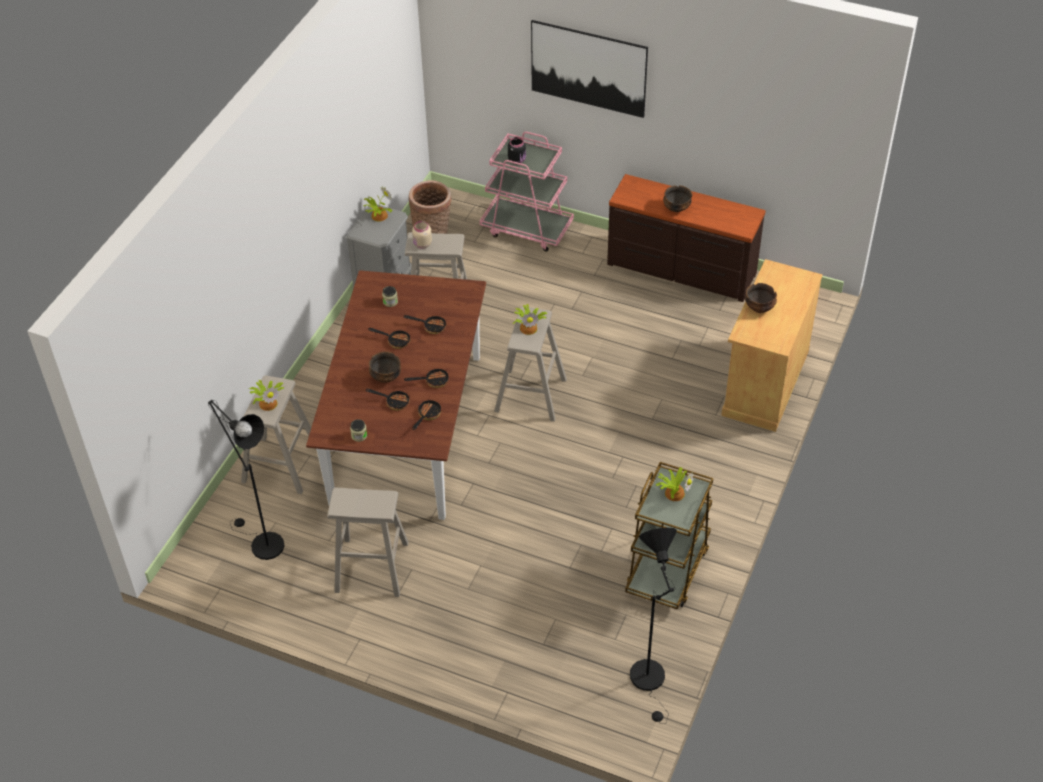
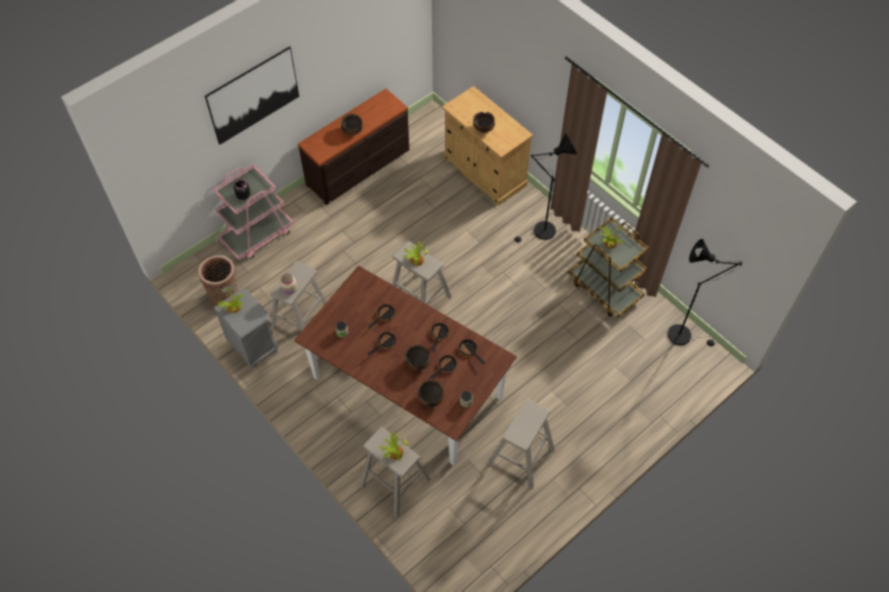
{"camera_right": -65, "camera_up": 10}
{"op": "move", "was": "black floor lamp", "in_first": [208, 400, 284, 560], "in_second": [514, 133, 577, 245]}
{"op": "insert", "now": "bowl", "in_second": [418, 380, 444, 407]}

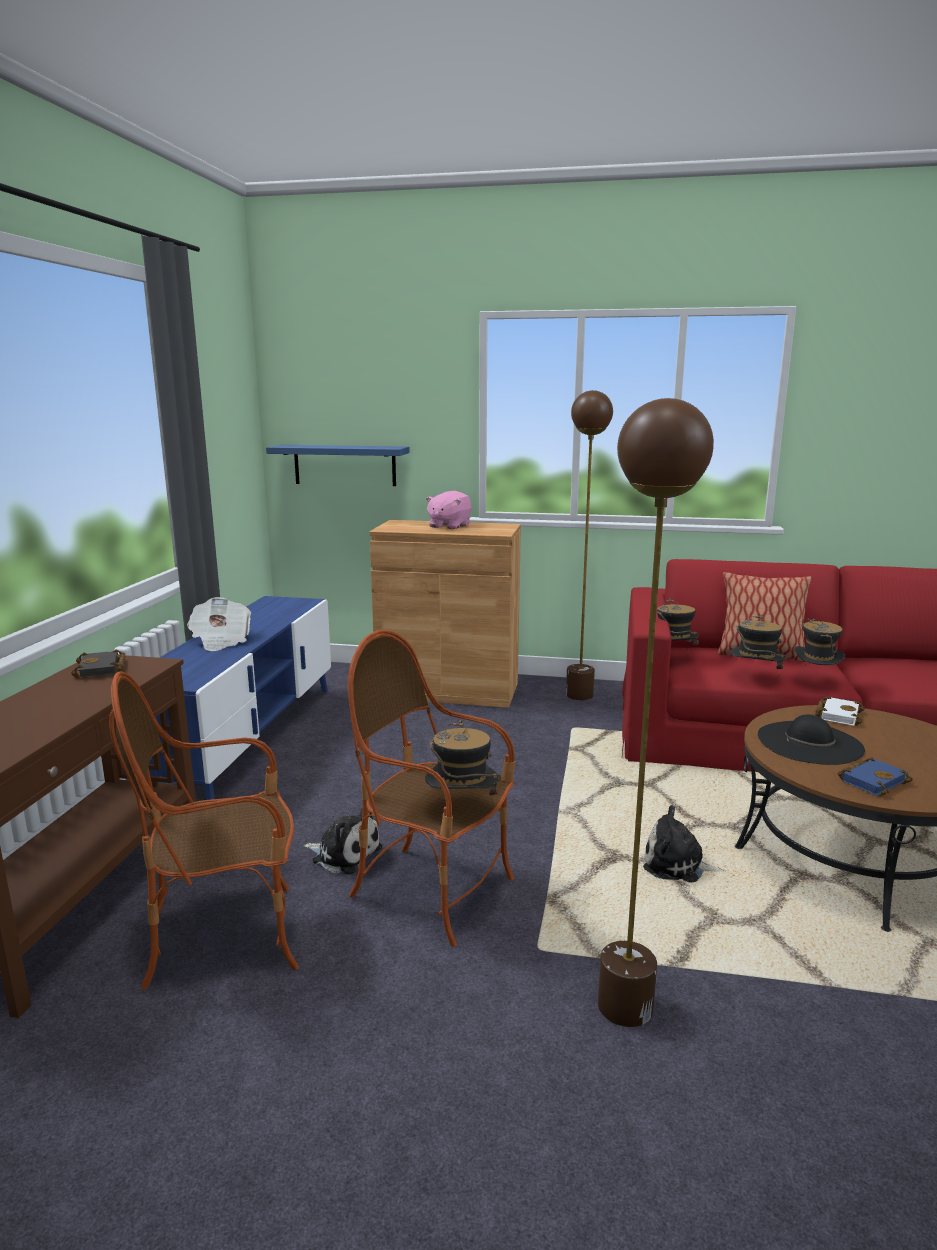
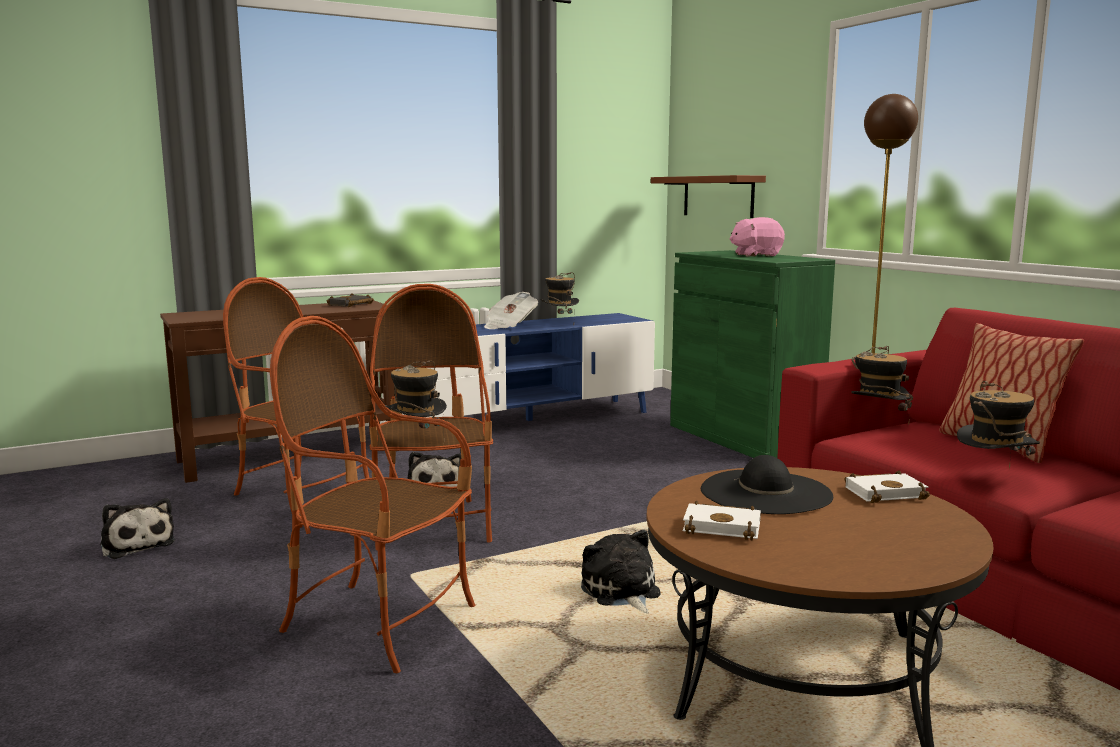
{"camera_right": 50, "camera_up": -5}
{"op": "recolor", "was": "blue shelf", "now": "brown shelf", "in_first": [266, 445, 410, 486], "in_second": [651, 175, 766, 218]}
{"op": "recolor", "was": "brown cabinet", "now": "green cabinet", "in_first": [369, 520, 521, 708], "in_second": [670, 250, 835, 458]}
{"op": "replace", "was": "brown floor lamp", "now": "armchair", "in_first": [598, 398, 714, 1027], "in_second": [270, 316, 476, 673]}
{"op": "move", "was": "hat", "in_first": [730, 615, 787, 679], "in_second": [541, 272, 579, 314]}
{"op": "recolor", "was": "blue book", "now": "white book", "in_first": [838, 757, 913, 796], "in_second": [683, 500, 761, 540]}
{"op": "insert", "now": "plush toy", "in_second": [100, 498, 175, 559]}

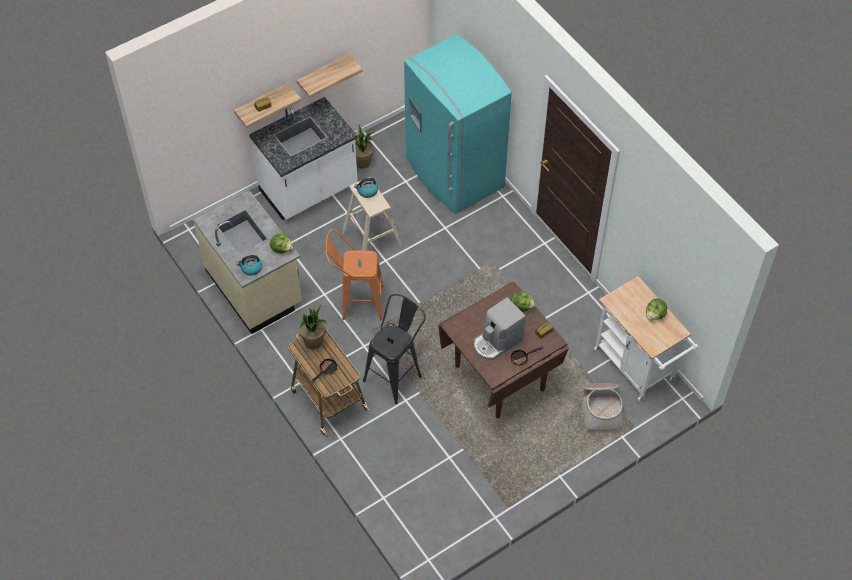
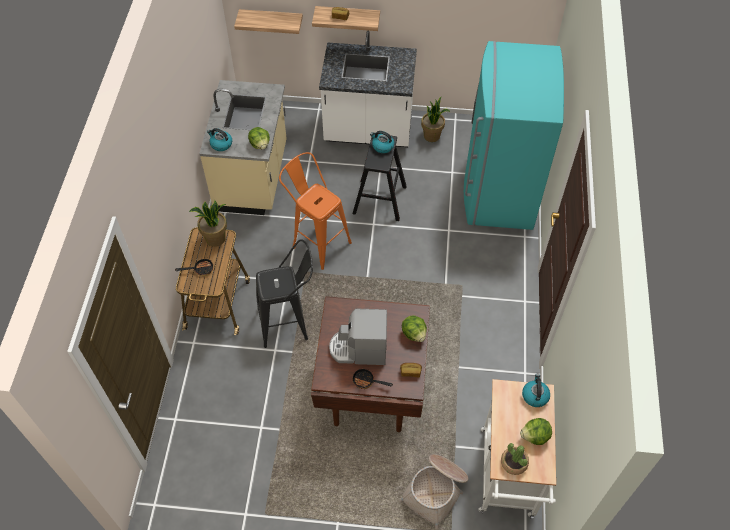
{"camera_right": 40, "camera_up": 0}
{"op": "move", "was": "shelf", "in_first": [297, 54, 363, 98], "in_second": [234, 9, 303, 34]}
{"op": "recolor", "was": "beige stool", "now": "black stool", "in_first": [342, 177, 403, 263], "in_second": [352, 134, 407, 221]}
{"op": "insert", "now": "potted plant", "in_second": [501, 443, 529, 475]}
{"op": "insert", "now": "kettle", "in_second": [522, 374, 550, 407]}

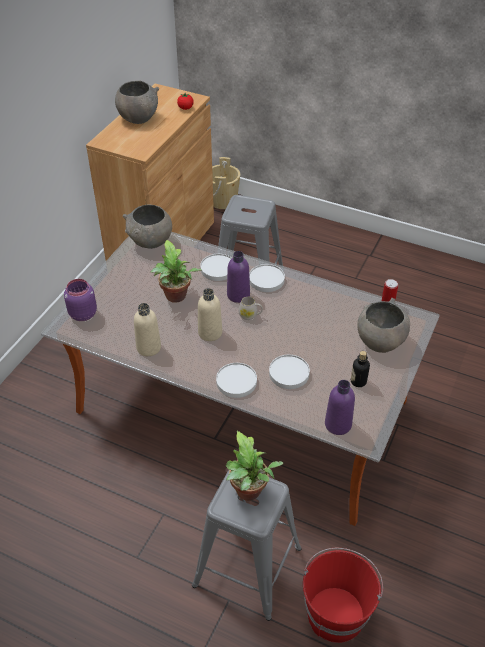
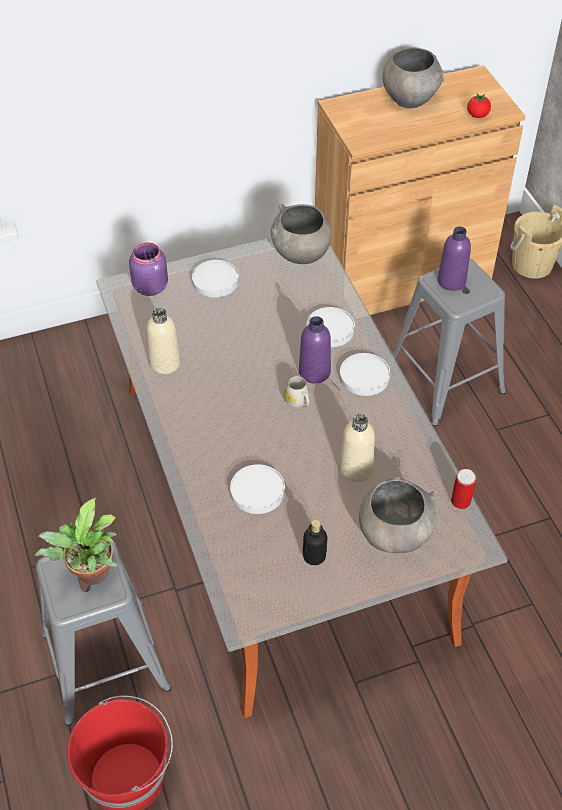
{"camera_right": 45, "camera_up": 5}
{"op": "delete", "was": "potted plant", "in_first": [151, 240, 202, 303]}
{"op": "move", "was": "beige bottle", "in_first": [198, 288, 222, 341], "in_second": [339, 414, 375, 482]}
{"op": "move", "was": "white plate", "in_first": [216, 363, 257, 398], "in_second": [192, 260, 239, 298]}
{"op": "move", "was": "purple bottle", "in_first": [325, 380, 355, 435], "in_second": [437, 226, 471, 291]}

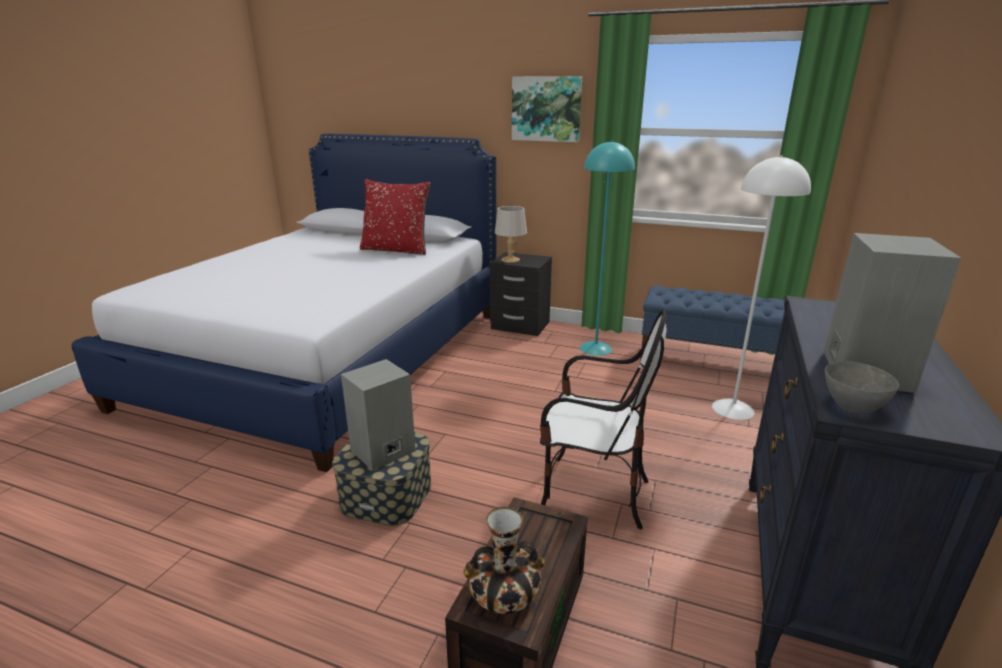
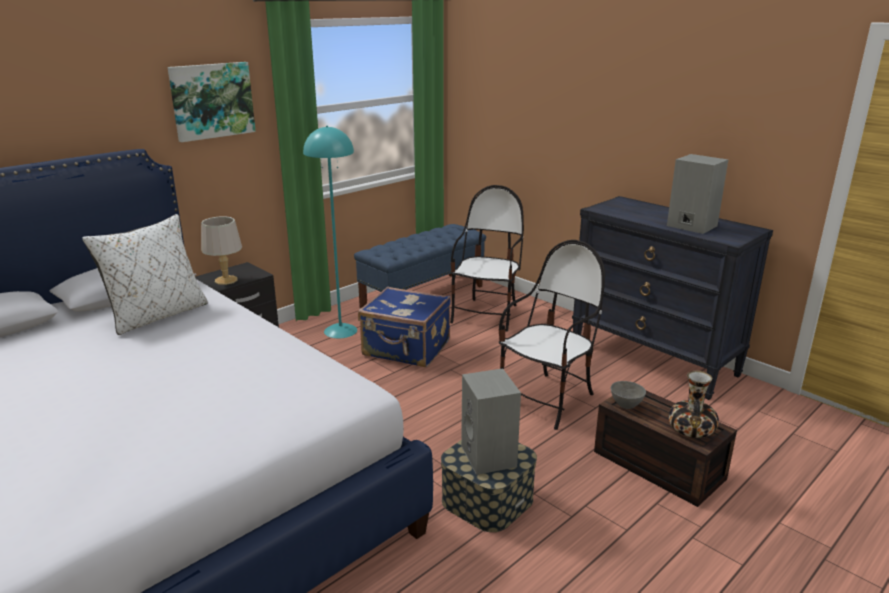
{"camera_right": -65, "camera_up": 0}
{"op": "recolor", "was": "red pillow", "now": "white pillow", "in_first": [360, 179, 431, 255], "in_second": [82, 214, 208, 335]}
{"op": "replace", "was": "white floor lamp", "now": "chair", "in_first": [712, 155, 811, 420], "in_second": [450, 185, 524, 332]}
{"op": "move", "was": "grey bowl", "in_first": [825, 361, 900, 414], "in_second": [611, 381, 646, 409]}
{"op": "insert", "now": "blue suitcase", "in_second": [358, 287, 451, 367]}

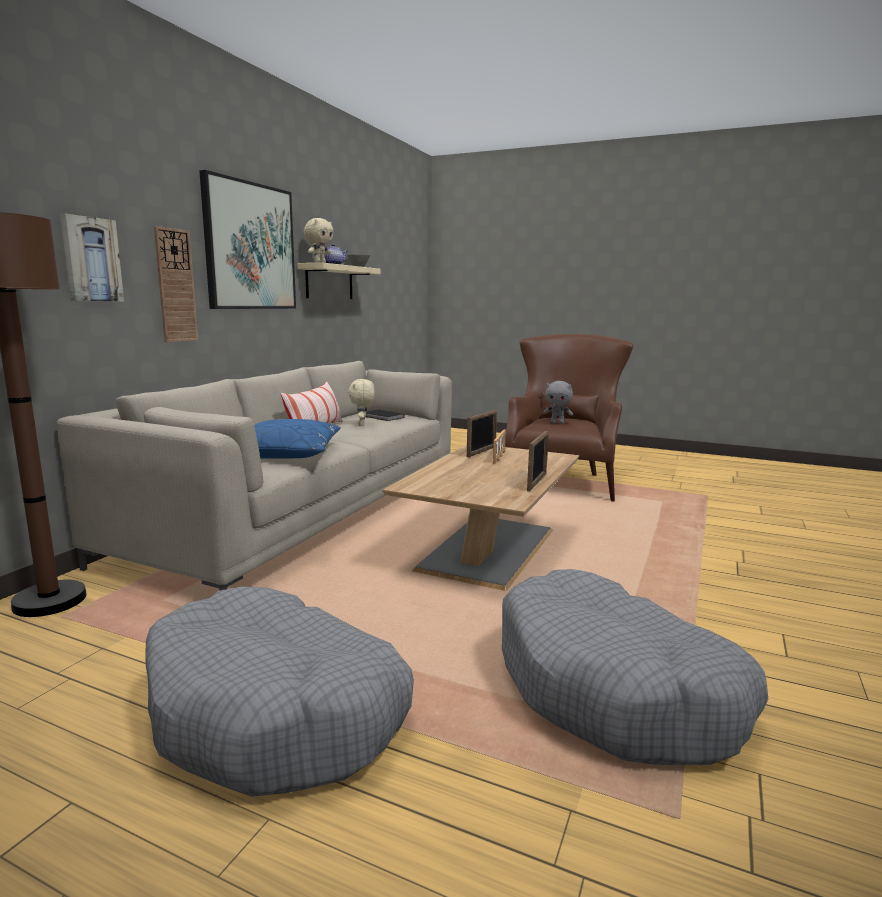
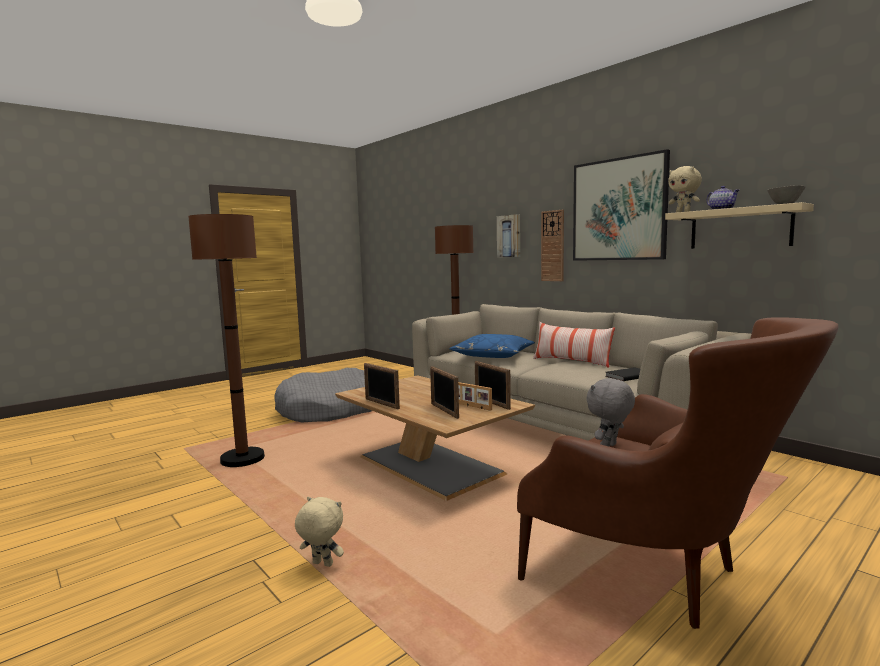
{"camera_right": 115, "camera_up": -5}
{"op": "move", "was": "beige plush toy", "in_first": [348, 379, 375, 426], "in_second": [295, 496, 344, 567]}
{"op": "replace", "was": "grey dog bed", "now": "brown floor lamp", "in_first": [502, 569, 768, 765], "in_second": [188, 214, 265, 467]}
{"op": "insert", "now": "picture frame", "in_second": [430, 366, 459, 419]}

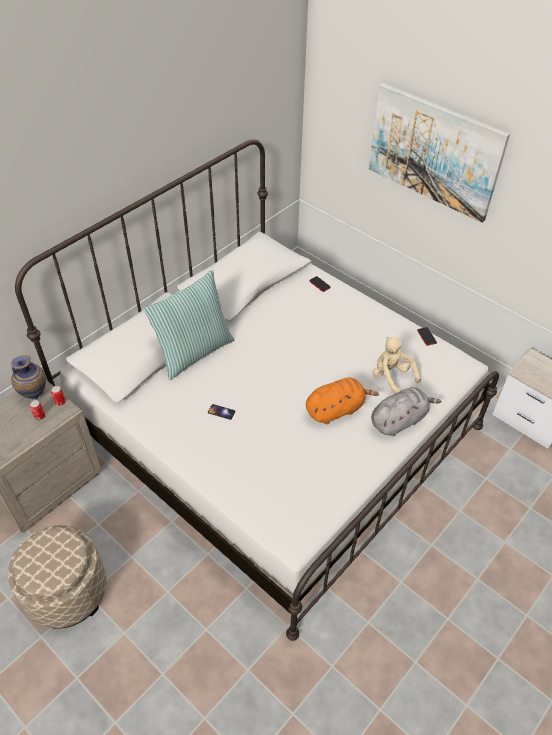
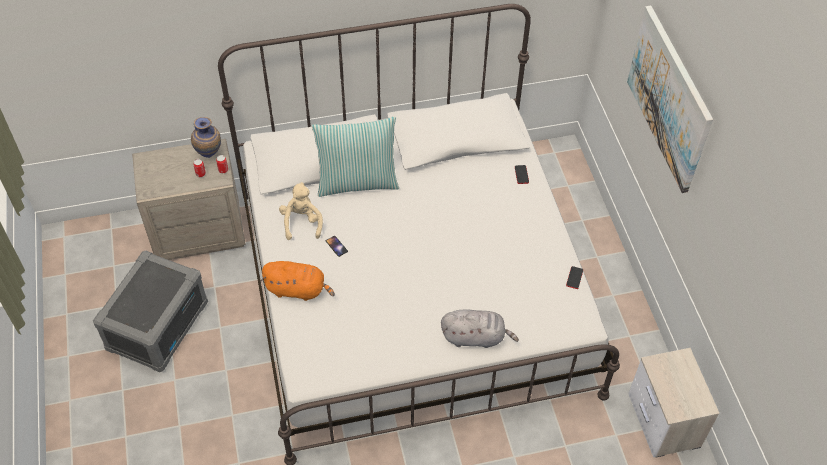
{"camera_right": 35, "camera_up": 5}
{"op": "replace", "was": "beige ottoman", "now": "grey storage box", "in_first": [8, 525, 106, 629], "in_second": [93, 251, 208, 372]}
{"op": "move", "was": "orange plush toy", "in_first": [306, 377, 379, 424], "in_second": [261, 261, 335, 301]}
{"op": "move", "was": "beige plush toy", "in_first": [372, 337, 421, 394], "in_second": [279, 182, 323, 240]}

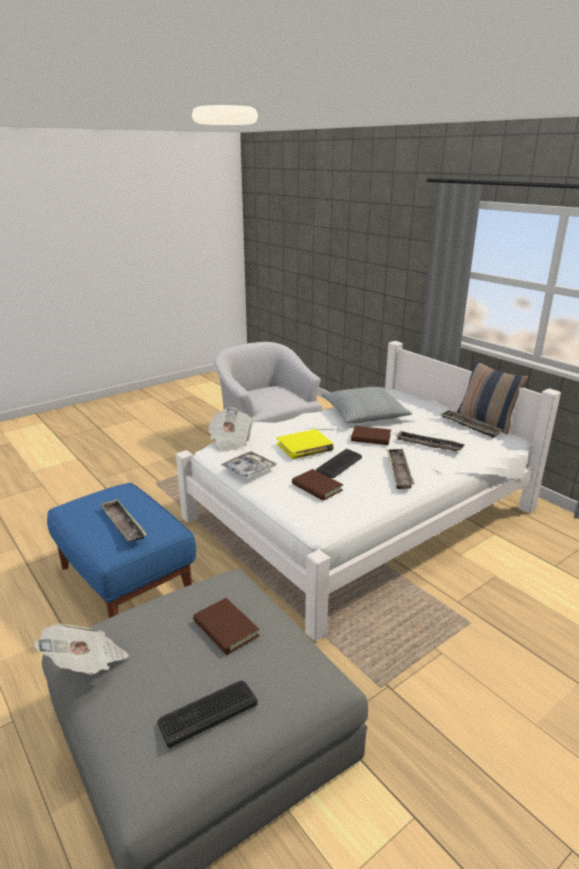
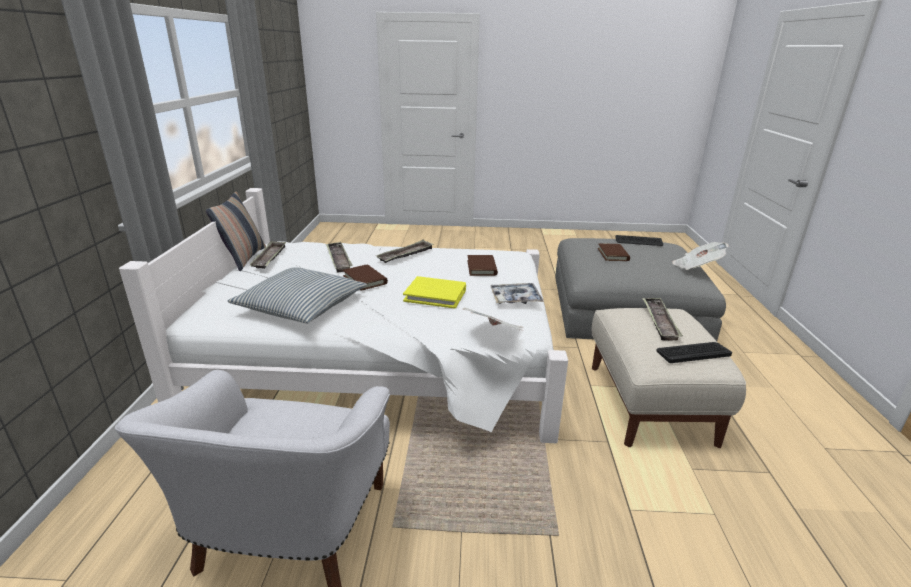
{"camera_right": -140, "camera_up": 0}
{"op": "recolor", "was": "blue ottoman", "now": "beige ottoman", "in_first": [47, 483, 196, 618], "in_second": [592, 308, 746, 448]}
{"op": "move", "was": "keyboard", "in_first": [316, 449, 362, 478], "in_second": [656, 342, 732, 363]}

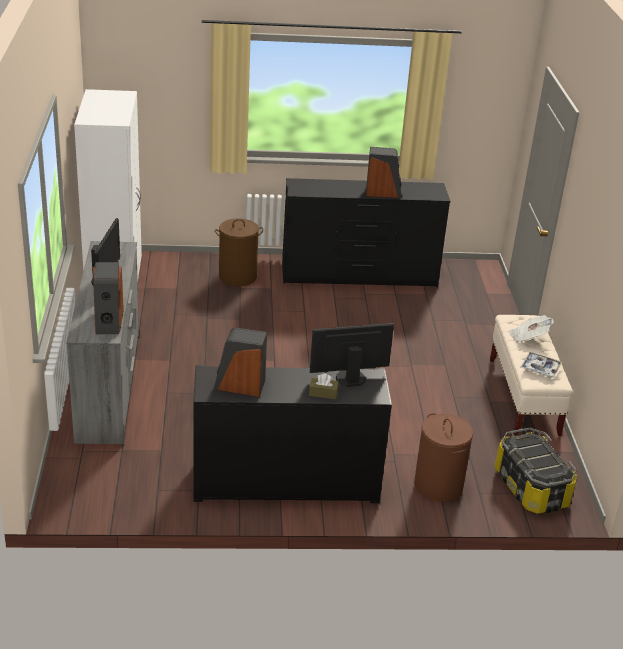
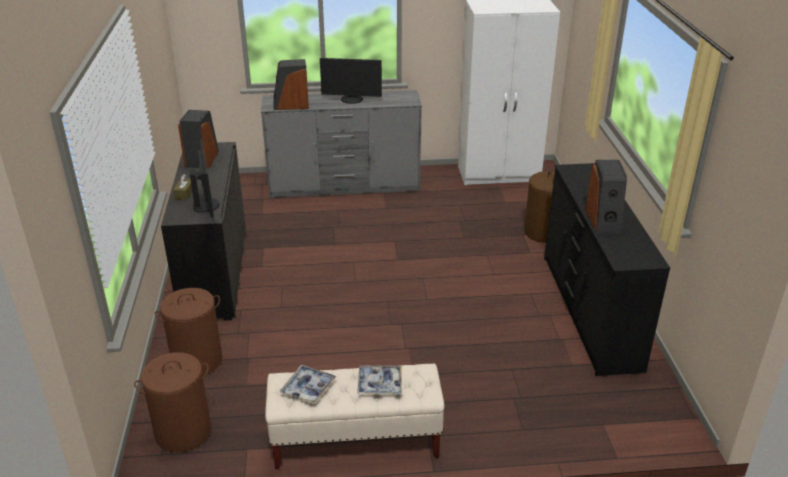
{"camera_right": 90, "camera_up": 0}
{"op": "replace", "was": "storage box", "now": "brown laundry basket", "in_first": [495, 428, 577, 514], "in_second": [134, 352, 211, 452]}
{"op": "replace", "was": "newspaper", "now": "tray", "in_first": [508, 315, 554, 343], "in_second": [357, 365, 402, 395]}

